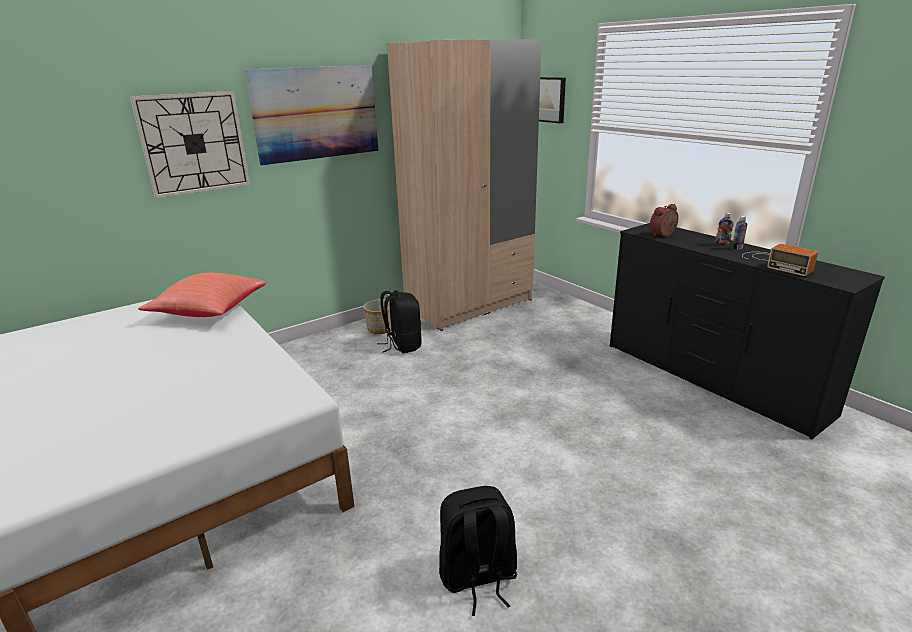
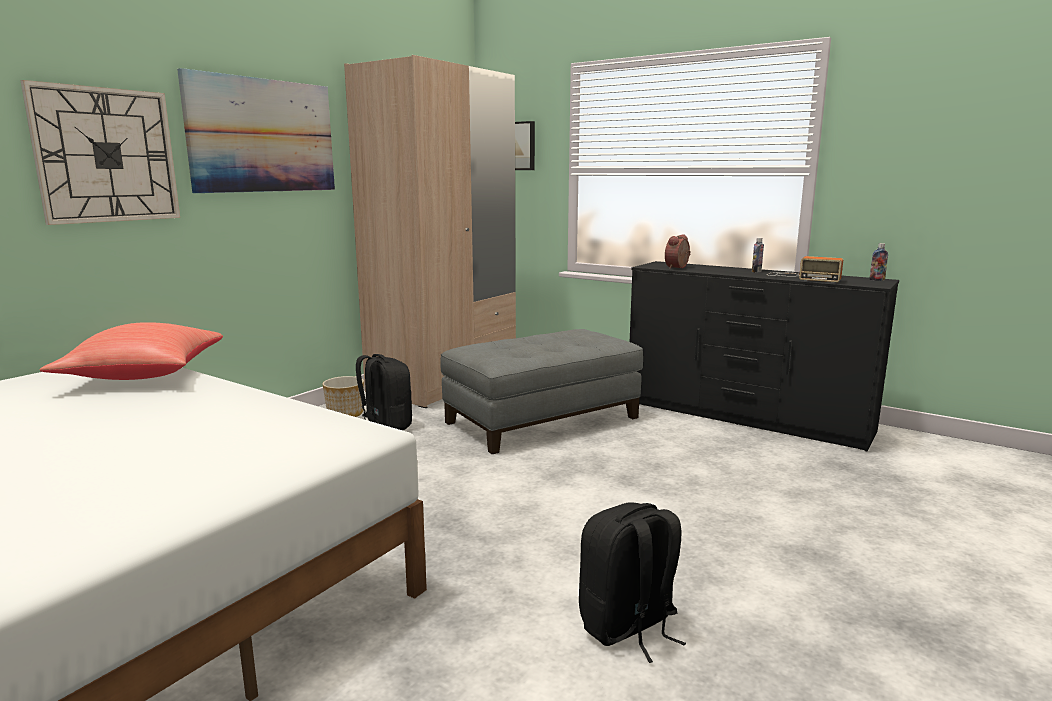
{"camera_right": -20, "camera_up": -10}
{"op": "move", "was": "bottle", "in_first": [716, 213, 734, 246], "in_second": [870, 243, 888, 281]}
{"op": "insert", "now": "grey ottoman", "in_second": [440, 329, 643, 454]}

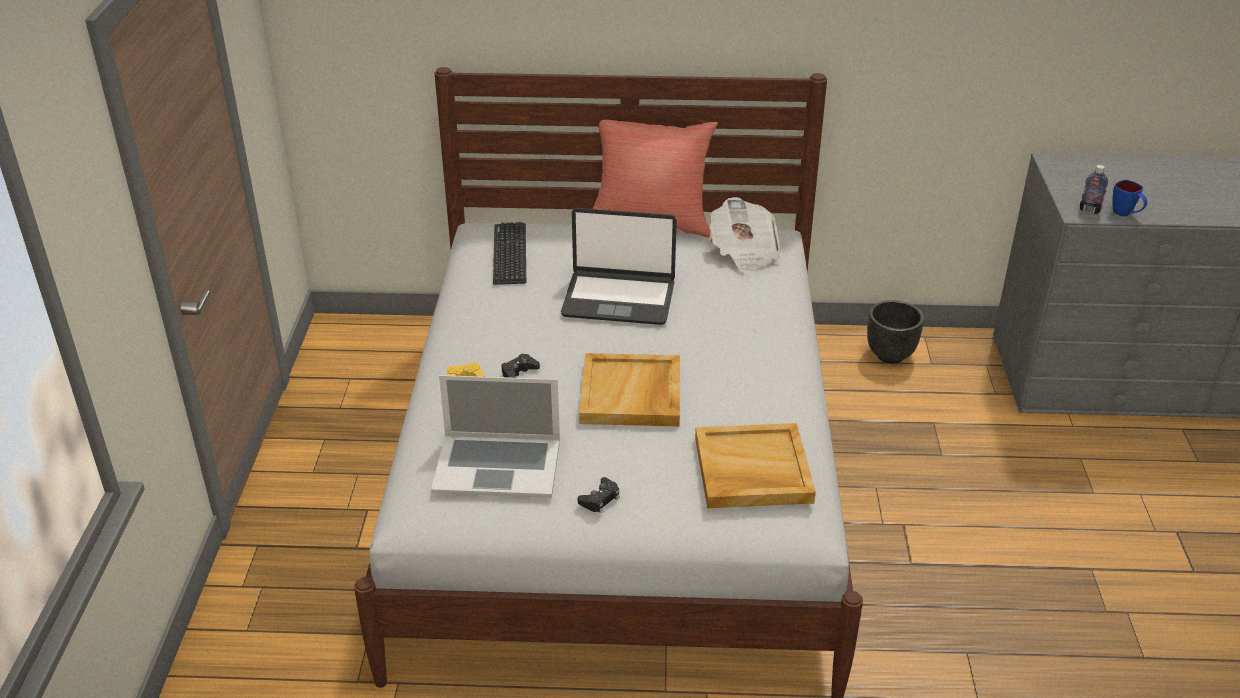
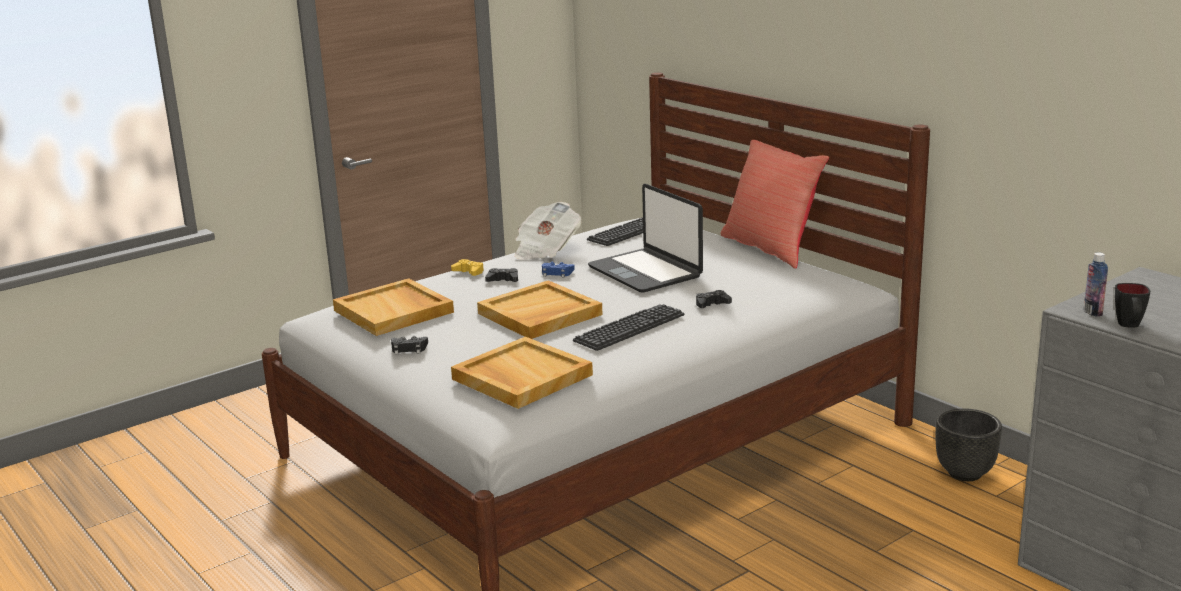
{"camera_right": 50, "camera_up": -15}
{"op": "replace", "was": "laptop", "now": "beige tray", "in_first": [431, 375, 560, 498], "in_second": [333, 278, 454, 336]}
{"op": "move", "was": "newspaper", "in_first": [710, 197, 780, 274], "in_second": [514, 202, 581, 260]}
{"op": "recolor", "was": "blue mug", "now": "black mug", "in_first": [1113, 180, 1147, 217], "in_second": [1115, 283, 1150, 328]}
{"op": "insert", "now": "blue game controller", "in_second": [542, 262, 575, 278]}
{"op": "insert", "now": "keyboard", "in_second": [573, 304, 684, 351]}
{"op": "insert", "now": "black game controller", "in_second": [696, 290, 732, 308]}

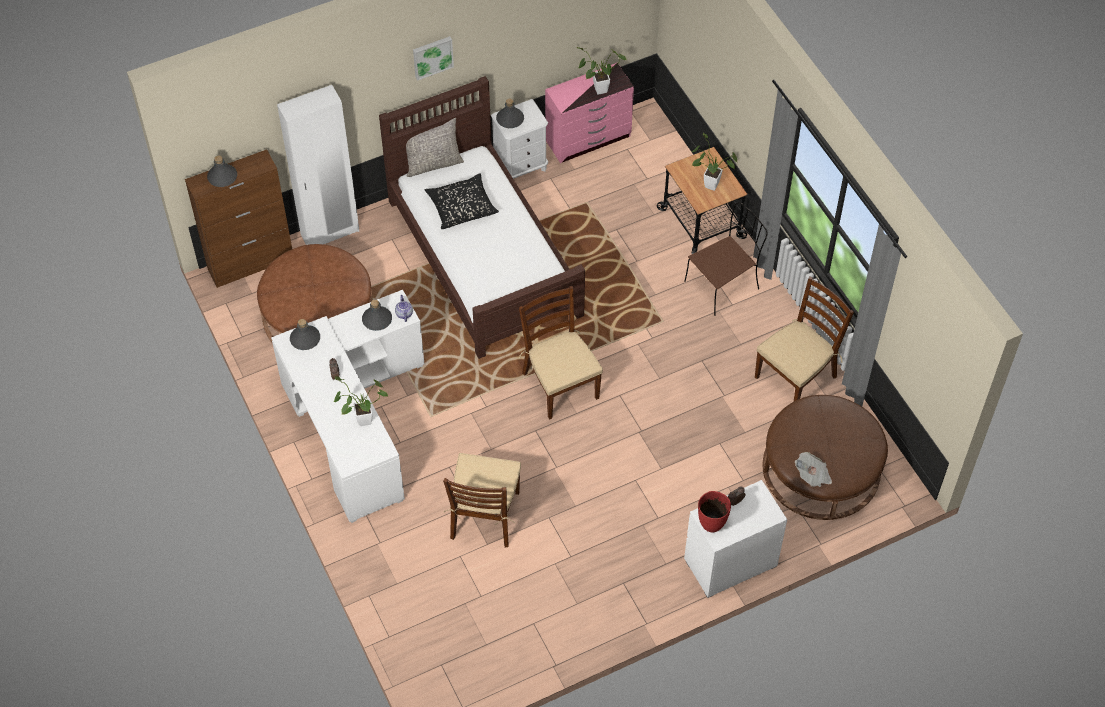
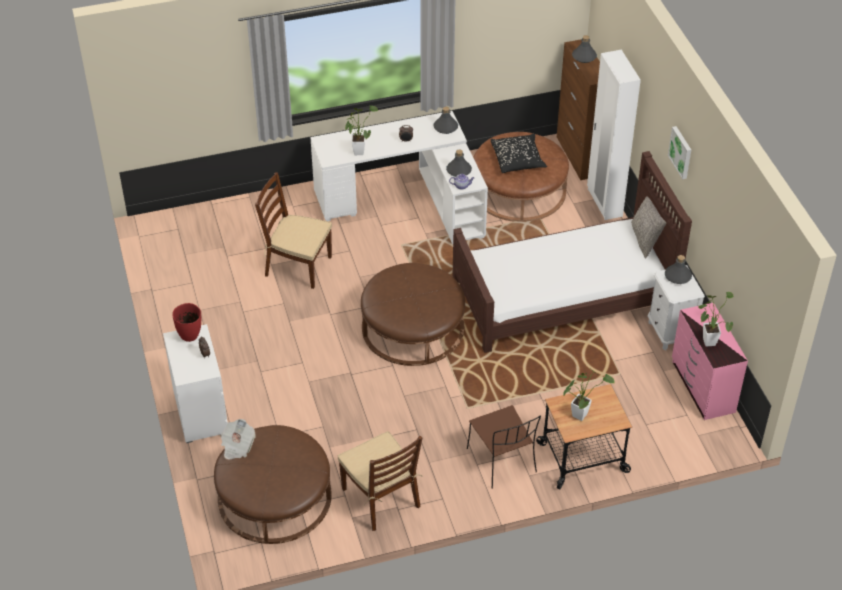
{"camera_right": 100, "camera_up": -10}
{"op": "move", "was": "black pillow", "in_first": [425, 174, 499, 229], "in_second": [491, 134, 547, 173]}
{"op": "replace", "was": "brown chair", "now": "brown ottoman", "in_first": [519, 286, 603, 420], "in_second": [361, 263, 465, 366]}

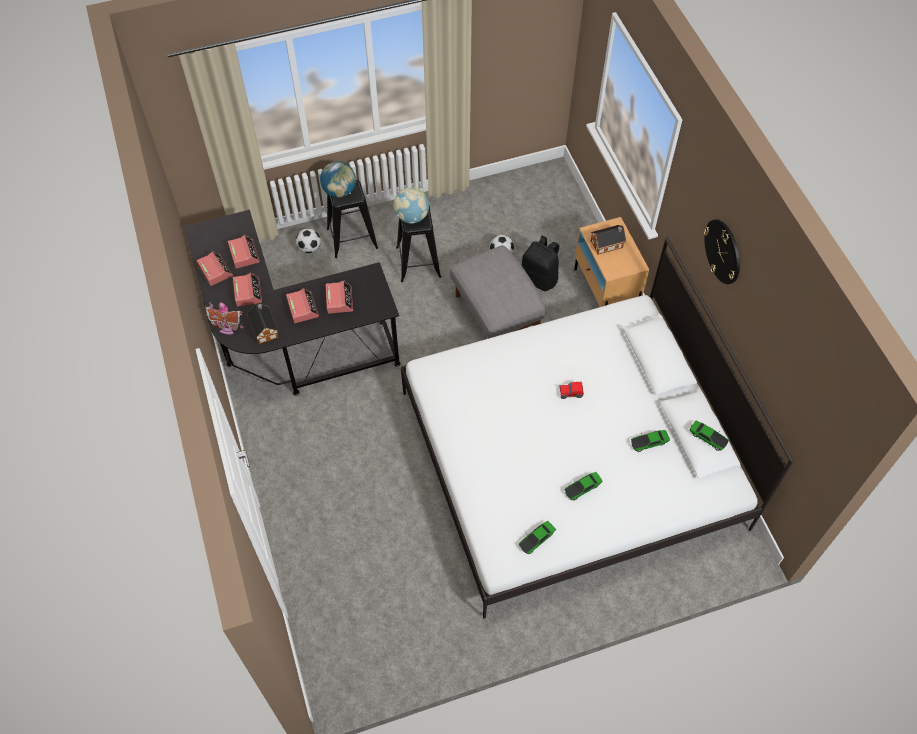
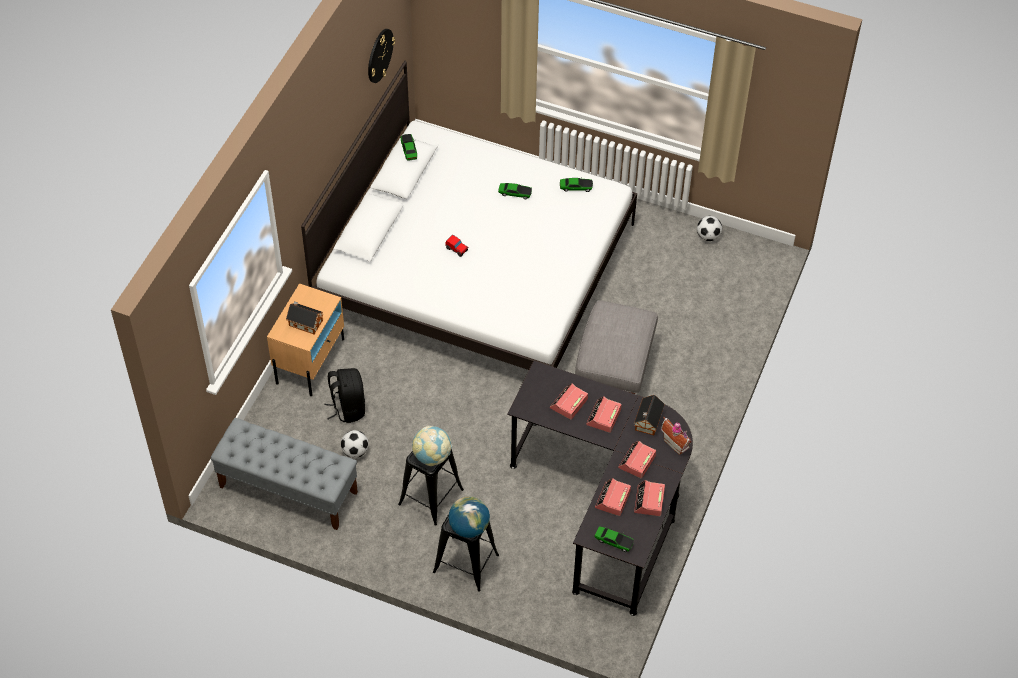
{"camera_right": -140, "camera_up": -5}
{"op": "move", "was": "football", "in_first": [296, 228, 321, 253], "in_second": [697, 216, 722, 241]}
{"op": "move", "was": "grey ottoman", "in_first": [450, 245, 546, 339], "in_second": [575, 300, 658, 394]}
{"op": "move", "was": "toy car", "in_first": [631, 430, 670, 452], "in_second": [594, 526, 634, 552]}
{"op": "move", "was": "wall clock", "in_first": [703, 219, 740, 284], "in_second": [368, 29, 395, 83]}
{"op": "insert", "now": "grey bench", "in_second": [210, 418, 358, 530]}

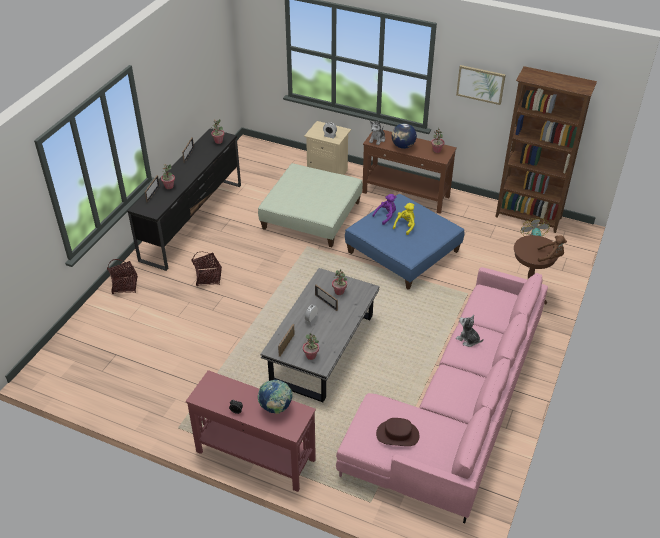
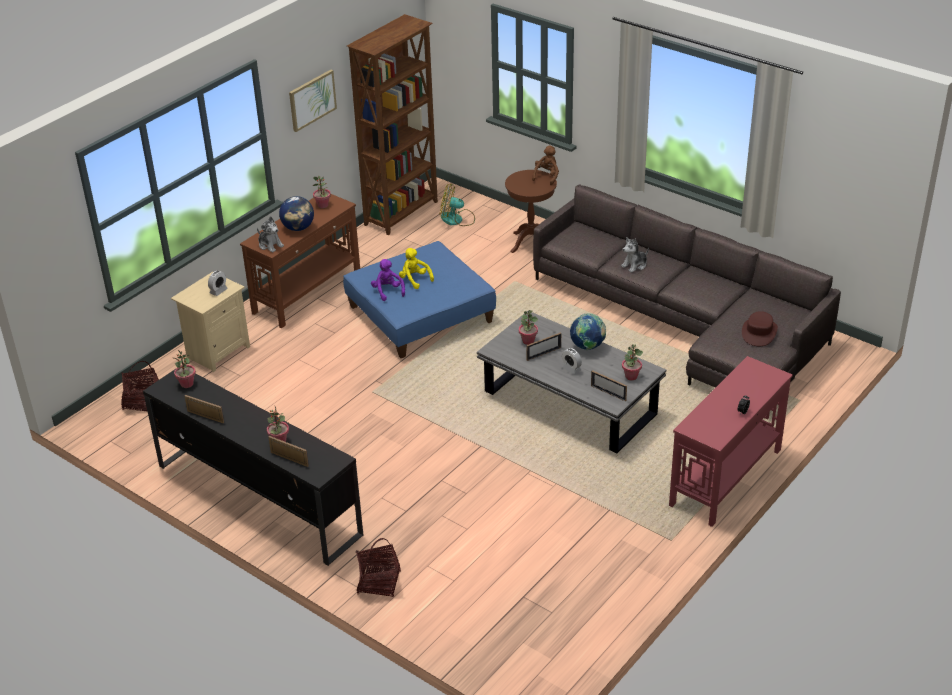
{"camera_right": -75, "camera_up": -5}
{"op": "move", "was": "basket", "in_first": [191, 252, 222, 286], "in_second": [121, 361, 159, 412]}
{"op": "delete", "was": "green ottoman", "in_first": [258, 163, 363, 247]}
{"op": "move", "was": "globe", "in_first": [258, 380, 293, 414], "in_second": [570, 314, 606, 350]}
{"op": "recolor", "was": "pink sofa", "now": "grey sofa", "in_first": [336, 267, 548, 523], "in_second": [533, 184, 841, 388]}

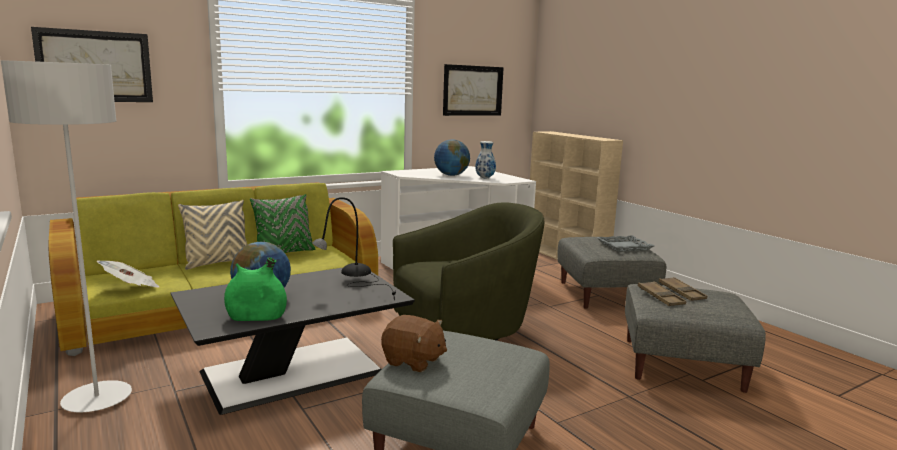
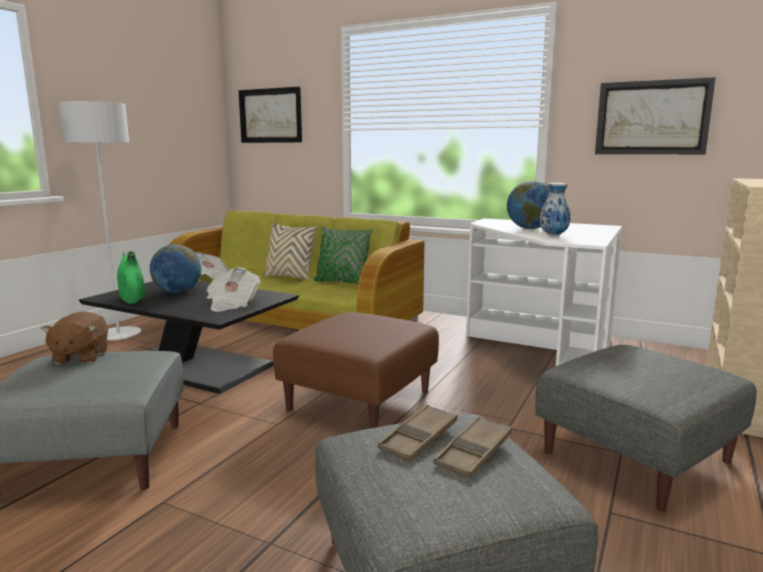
{"camera_right": 60, "camera_up": 0}
{"op": "replace", "was": "black table lamp", "now": "newspaper", "in_first": [312, 197, 396, 301], "in_second": [207, 268, 261, 312]}
{"op": "replace", "was": "green armchair", "now": "brown ottoman", "in_first": [393, 202, 545, 341], "in_second": [273, 312, 439, 428]}
{"op": "delete", "was": "grey tray", "in_first": [597, 235, 654, 252]}

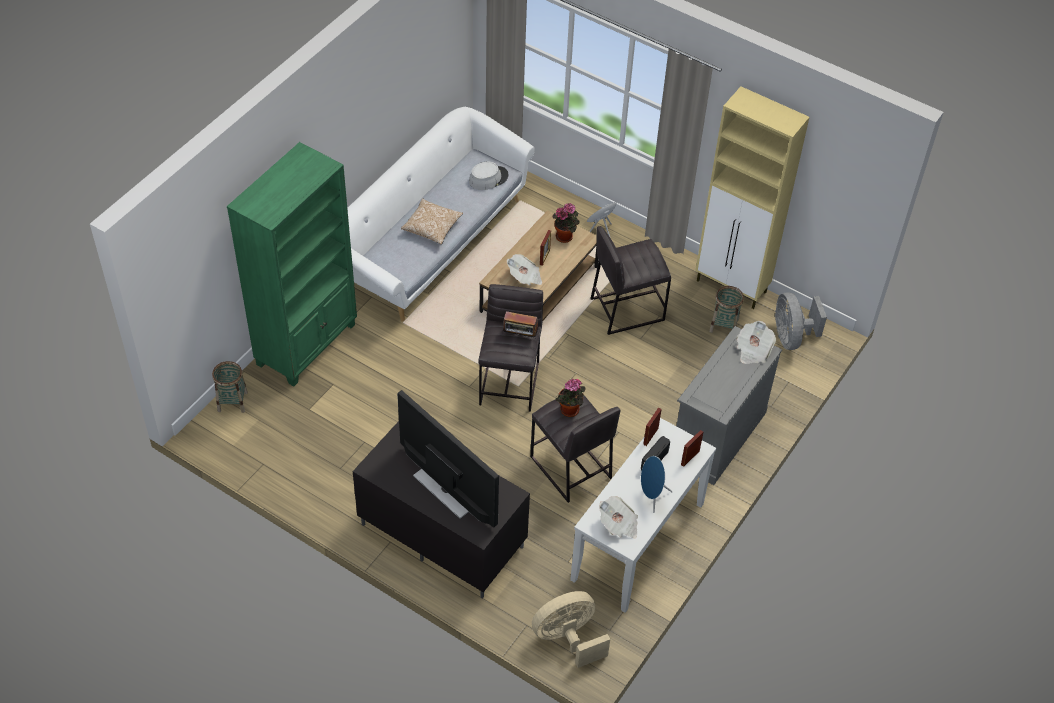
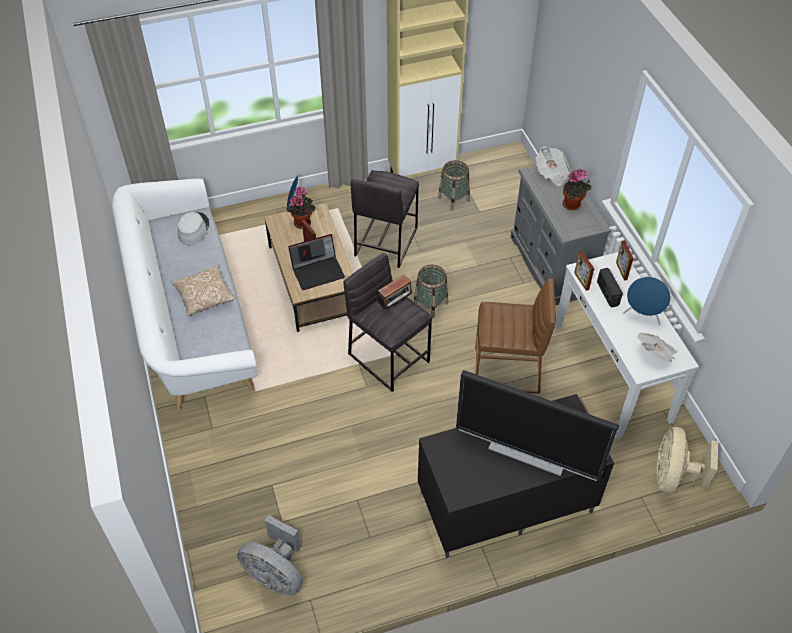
{"camera_right": -50, "camera_up": 0}
{"op": "move", "was": "basket", "in_first": [212, 361, 248, 413], "in_second": [414, 265, 448, 318]}
{"op": "delete", "was": "green bookcase", "in_first": [227, 142, 357, 387]}
{"op": "rotate", "was": "television", "in_first": [397, 390, 499, 528], "in_second": [456, 370, 619, 481], "clockwise": -150}
{"op": "replace", "was": "newspaper", "now": "laptop", "in_first": [507, 254, 542, 285], "in_second": [288, 234, 345, 290]}
{"op": "recolor", "was": "grey stool", "now": "brown stool", "in_first": [530, 395, 621, 503], "in_second": [475, 278, 556, 394]}
{"op": "move", "was": "potted plant", "in_first": [556, 379, 586, 417], "in_second": [563, 169, 592, 210]}
{"op": "move", "was": "grey fan", "in_first": [775, 292, 827, 350], "in_second": [237, 515, 303, 596]}

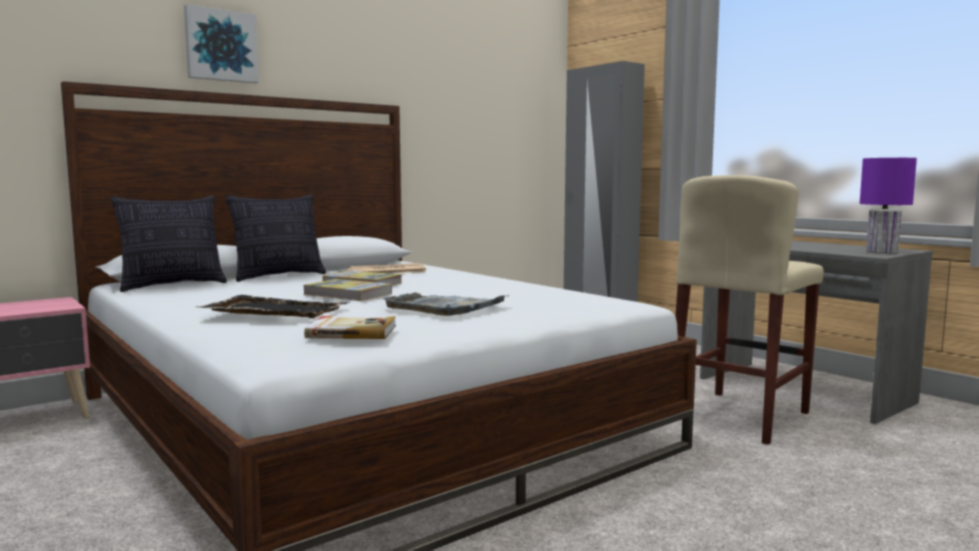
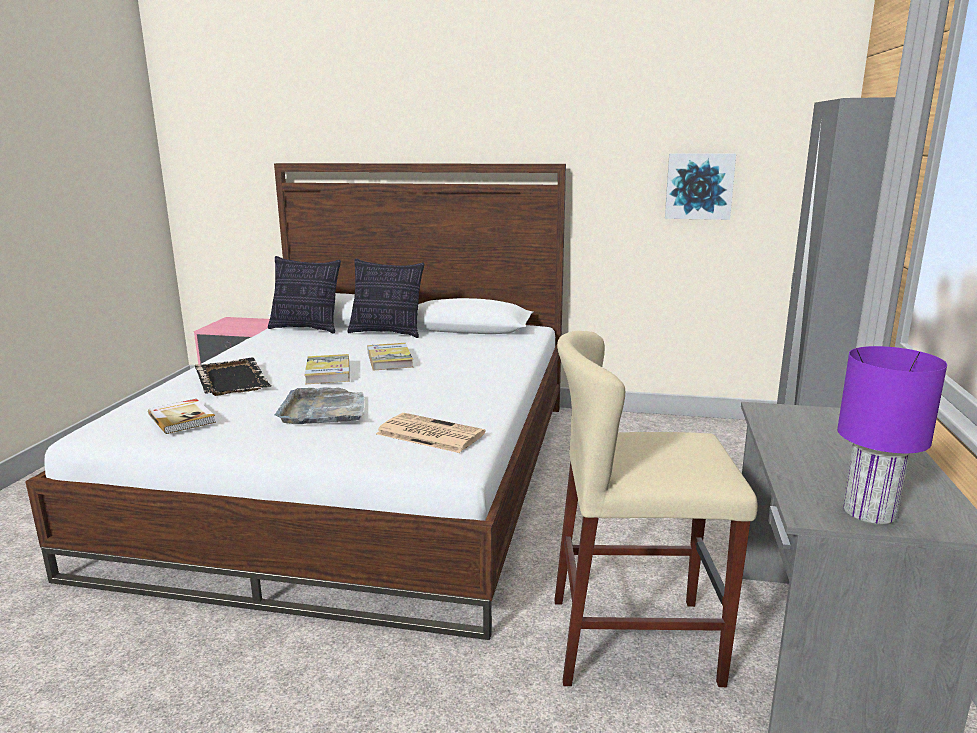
{"camera_right": 50, "camera_up": 10}
{"op": "move", "was": "picture", "in_first": [184, 4, 259, 83], "in_second": [665, 154, 736, 220]}
{"op": "move", "was": "newspaper", "in_first": [348, 263, 427, 274], "in_second": [376, 413, 486, 453]}

